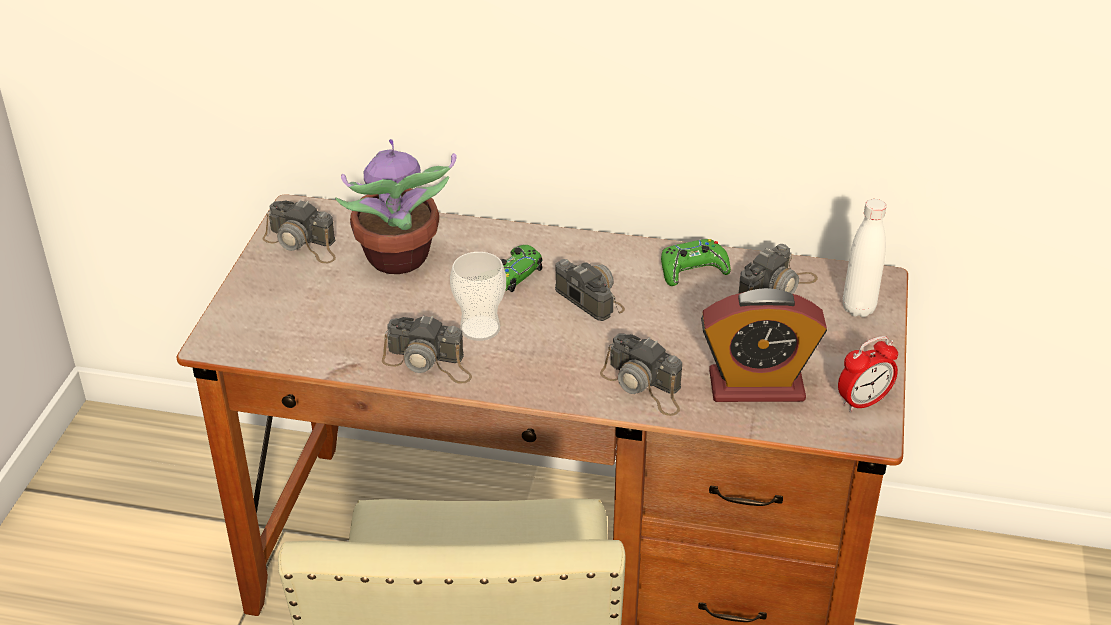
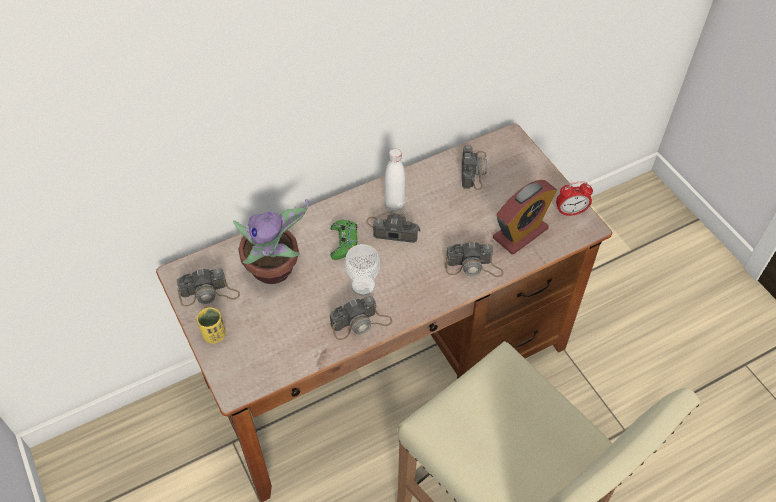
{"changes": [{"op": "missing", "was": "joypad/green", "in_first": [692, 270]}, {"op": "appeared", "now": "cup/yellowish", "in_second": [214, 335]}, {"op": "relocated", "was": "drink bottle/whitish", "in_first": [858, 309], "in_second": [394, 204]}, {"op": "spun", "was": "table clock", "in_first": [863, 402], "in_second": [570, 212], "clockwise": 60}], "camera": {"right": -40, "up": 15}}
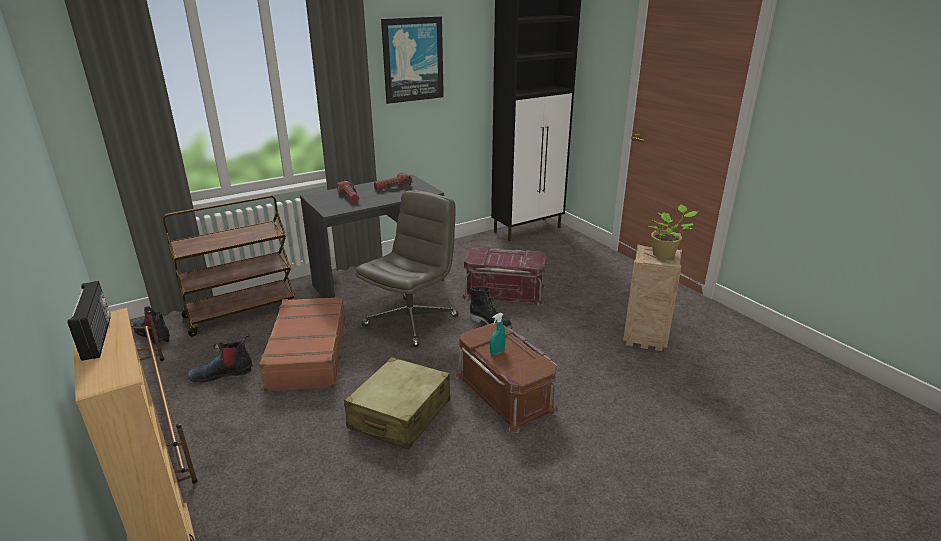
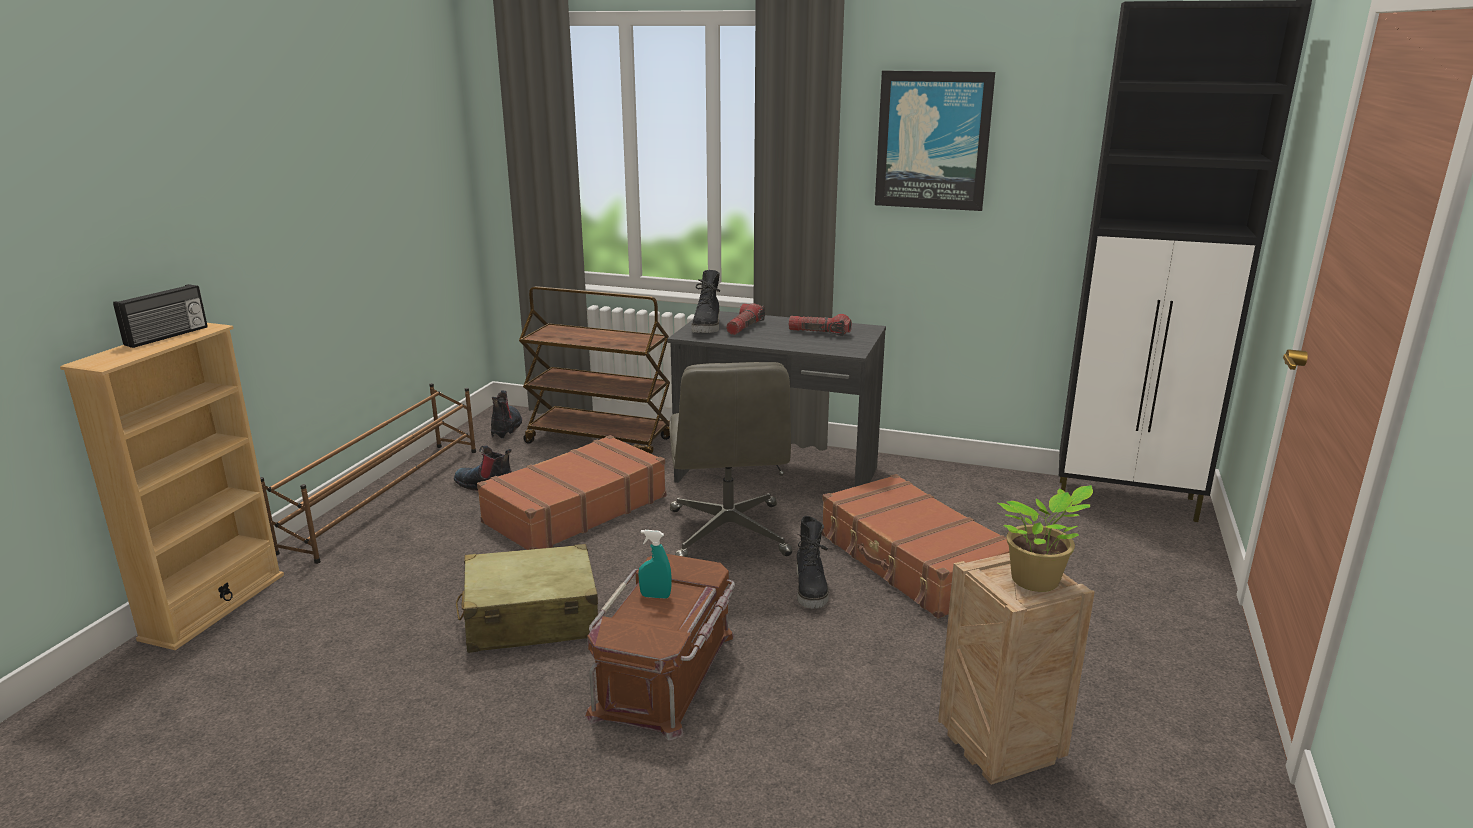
{"changes": [{"op": "appeared", "now": "tall boot/black-coloured", "in_second": [707, 327]}, {"op": "exchanged", "was": "storage container/reddish", "now": "travel case/brown-coloured", "in_first": [504, 291], "in_second": [912, 562]}, {"op": "spun", "was": "office chair/grey", "in_first": [411, 320], "in_second": [729, 533], "clockwise": 90}], "camera": {"right": 50, "up": -5}}
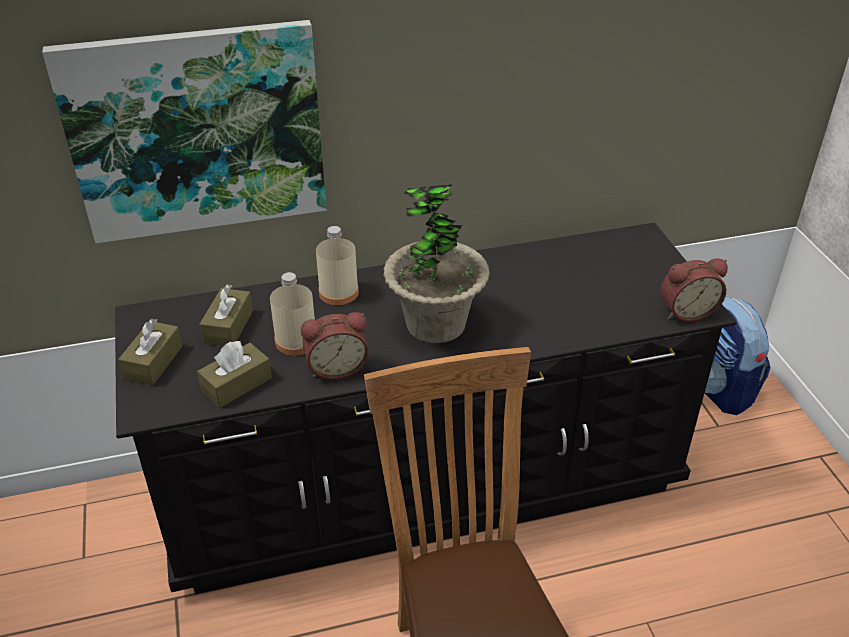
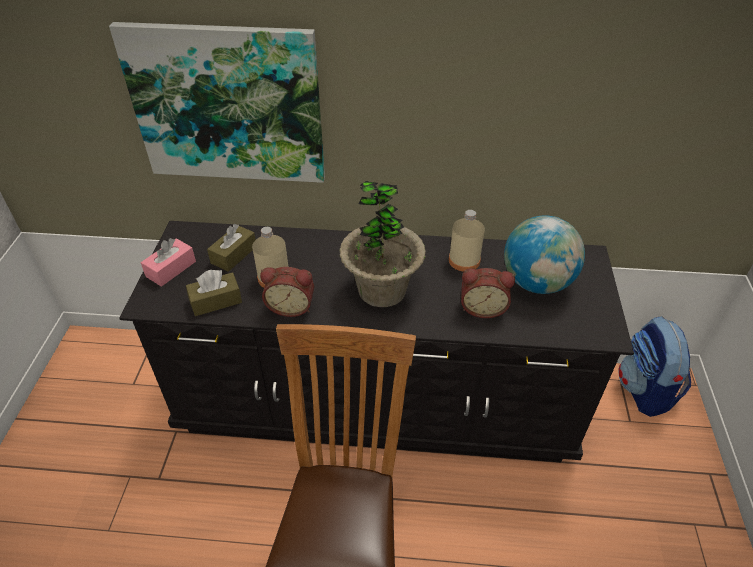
{"changes": [{"op": "appeared", "now": "world globe", "in_second": [536, 282]}, {"op": "relocated", "was": "drink bottle/beige-coloured", "in_first": [338, 292], "in_second": [464, 260]}, {"op": "relocated", "was": "table clock", "in_first": [686, 311], "in_second": [482, 307]}, {"op": "colour", "was": "tissue holder/brown-coloured", "now": "tissue holder/pink-coloured", "in_first": [153, 362], "in_second": [171, 269]}], "camera": {"right": 20, "up": 5}}
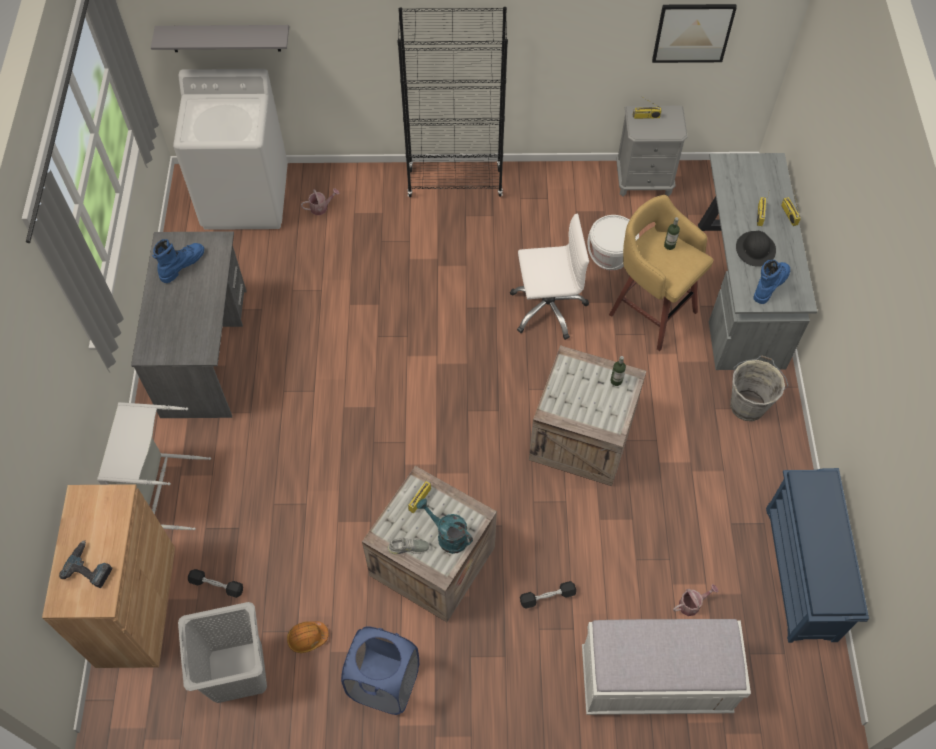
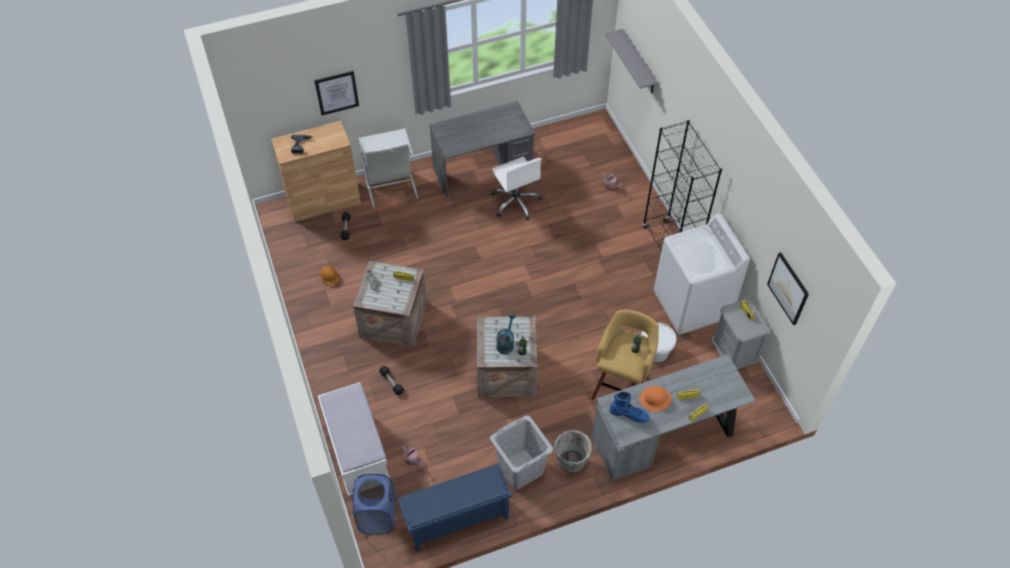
{"changes": [{"op": "missing", "was": "tall boot/blue", "in_first": [182, 264]}, {"op": "appeared", "now": "picture", "in_second": [337, 92]}, {"op": "relocated", "was": "washing machine/whitish", "in_first": [246, 198], "in_second": [692, 305]}, {"op": "relocated", "was": "washing basket/grey", "in_first": [236, 671], "in_second": [520, 468]}, {"op": "relocated", "was": "washing basket/blue", "in_first": [384, 684], "in_second": [377, 516]}, {"op": "relocated", "was": "watering can/turquoise", "in_first": [447, 536], "in_second": [506, 343]}, {"op": "relocated", "was": "office chair/whitish", "in_first": [547, 308], "in_second": [516, 202]}, {"op": "colour", "was": "hard hat/black-coloured", "now": "hard hat/orange-coloured", "in_first": [755, 249], "in_second": [655, 399]}], "camera": {"right": 70, "up": -5}}
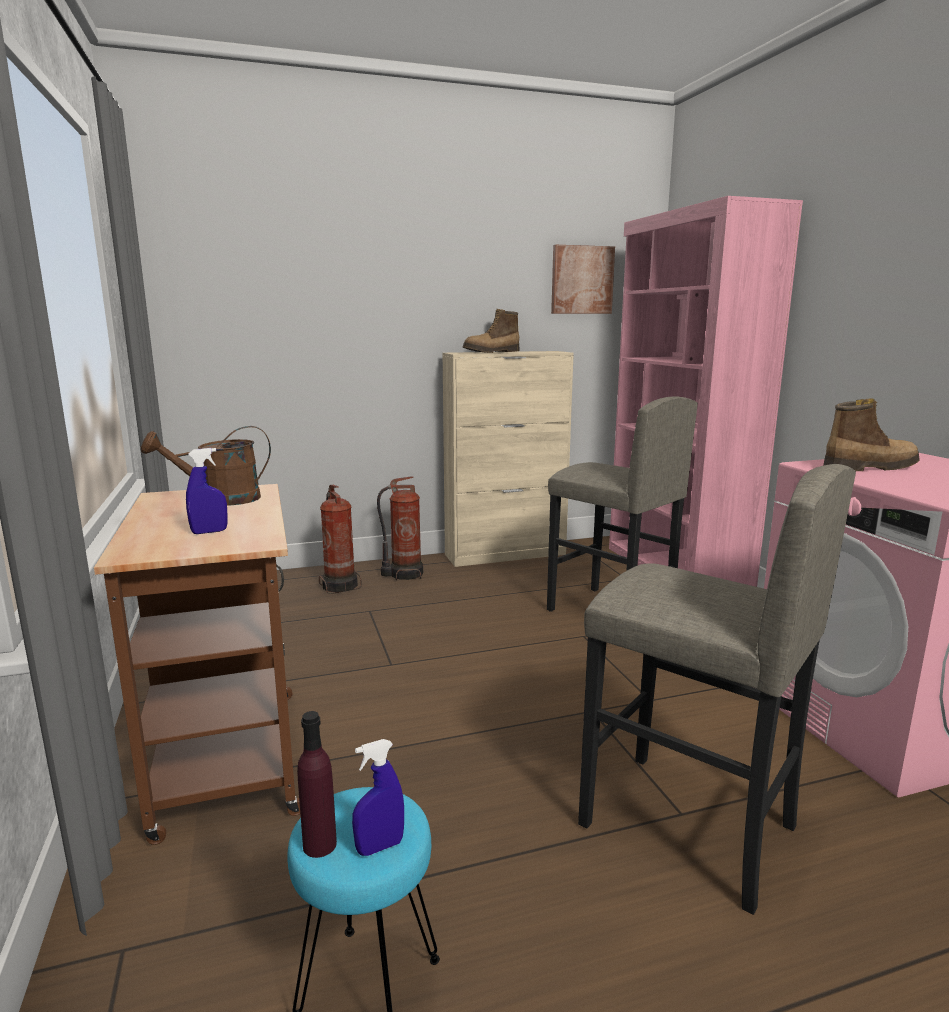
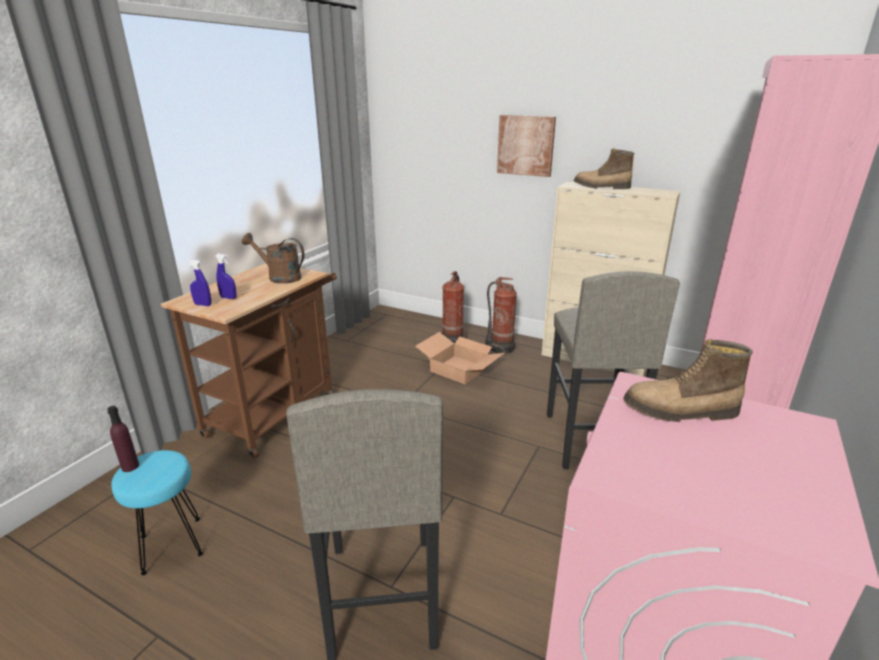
{"changes": [{"op": "appeared", "now": "cardboard box", "in_second": [460, 369]}, {"op": "relocated", "was": "hand sprayer/blue", "in_first": [380, 847], "in_second": [203, 305]}, {"op": "relocated", "was": "picture", "in_first": [581, 280], "in_second": [526, 145]}, {"op": "spun", "was": "tall boot", "in_first": [868, 468], "in_second": [680, 411], "clockwise": 150}], "camera": {"right": 45, "up": 10}}
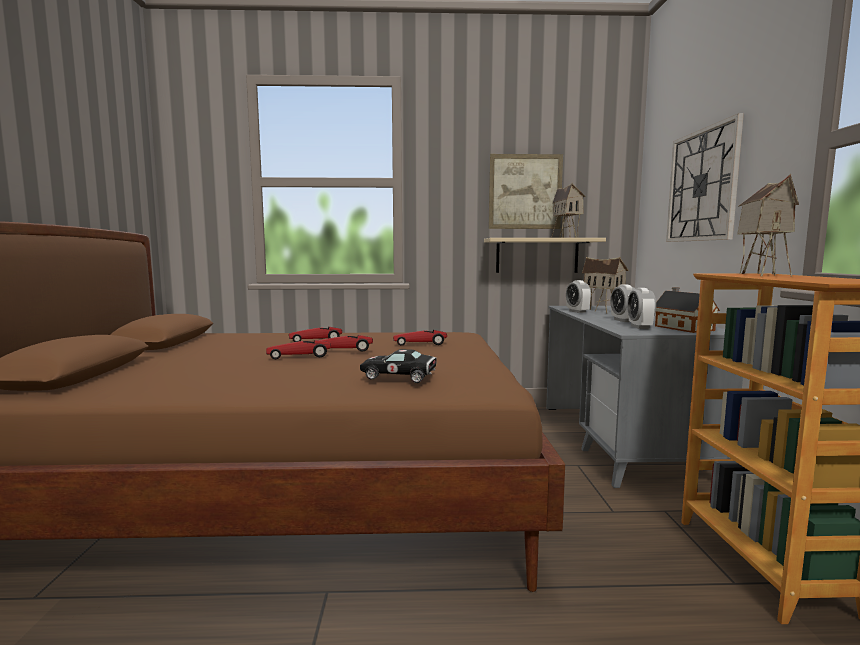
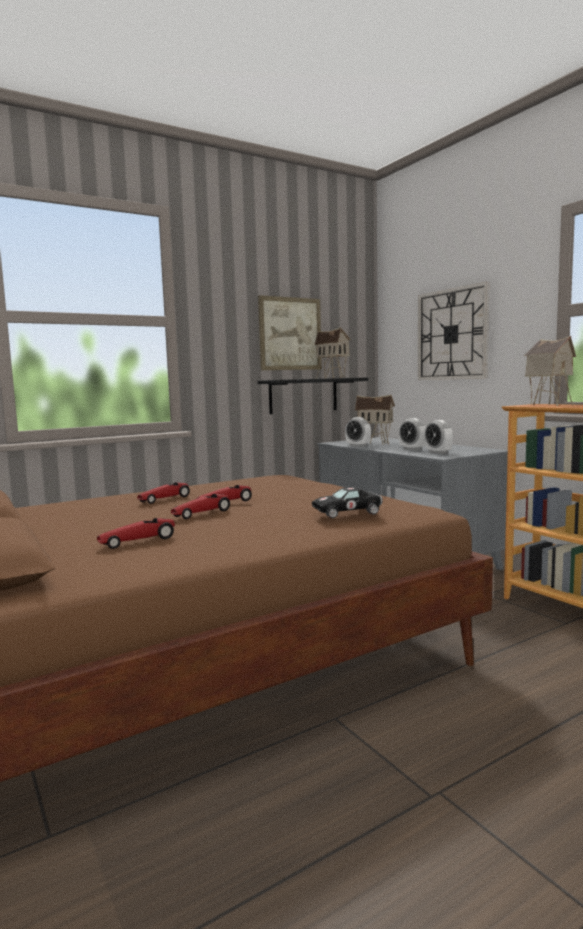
{"changes": [{"op": "missing", "was": "miniature house", "in_first": [682, 328]}, {"op": "relocated", "was": "toy car", "in_first": [420, 344], "in_second": [138, 541]}, {"op": "colour", "was": "bracket shelf/beige-coloured", "now": "bracket shelf/black-coloured", "in_first": [537, 255], "in_second": [303, 395]}], "camera": {"right": -30, "up": 0}}
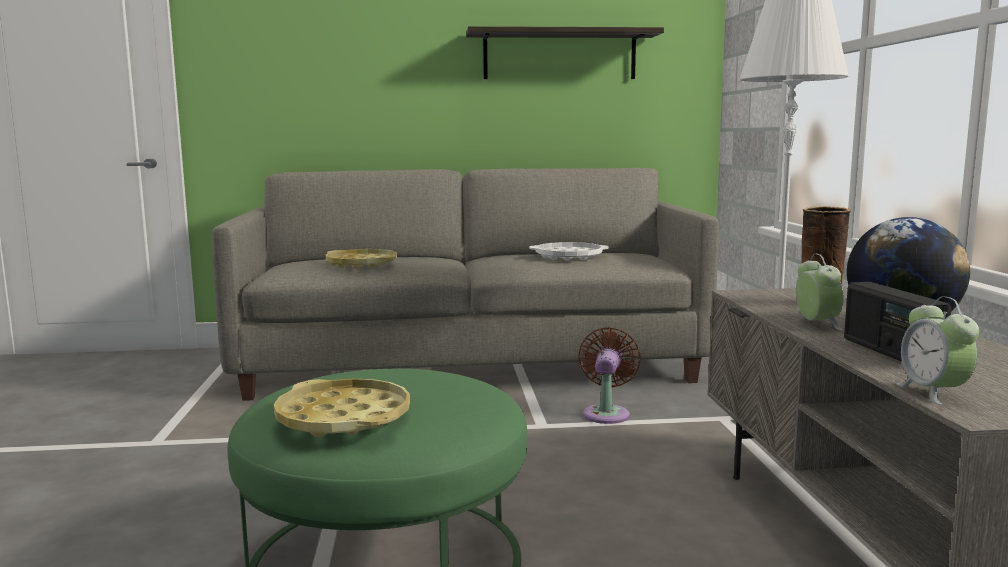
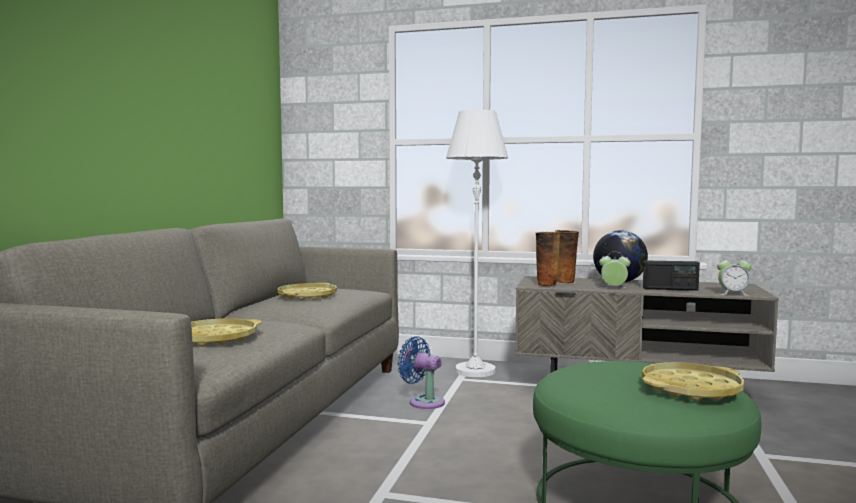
{"changes": [{"op": "missing", "was": "bracket shelf", "in_first": [559, 55]}, {"op": "appeared", "now": "decorative vase", "in_second": [546, 285]}, {"op": "colour", "was": "serving tray/whitish", "now": "serving tray/yellowish", "in_first": [569, 257], "in_second": [307, 296]}, {"op": "colour", "was": "cooling fan/brown-coloured", "now": "cooling fan/blue", "in_first": [607, 413], "in_second": [423, 402]}], "camera": {"right": -70, "up": -5}}
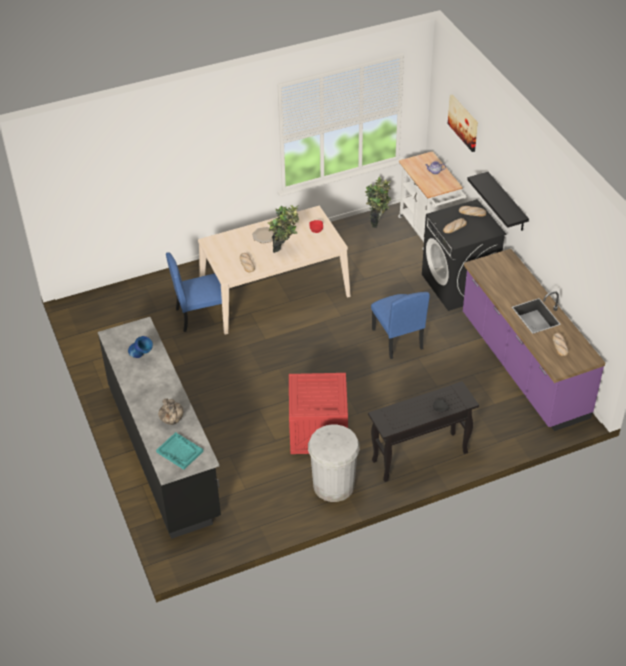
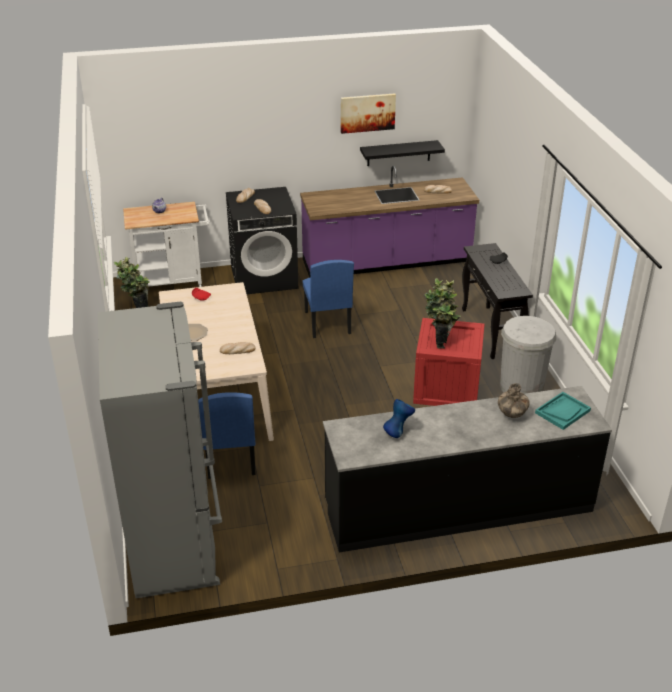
{"changes": [{"op": "appeared", "now": "kitchen fridge/grey", "in_second": [176, 543]}, {"op": "relocated", "was": "plant in a pot", "in_first": [285, 249], "in_second": [440, 340]}, {"op": "relocated", "was": "picture", "in_first": [463, 122], "in_second": [367, 113]}, {"op": "relocated", "was": "bracket shelf/black-coloured", "in_first": [507, 202], "in_second": [398, 153]}, {"op": "spun", "was": "chair/blue", "in_first": [397, 339], "in_second": [327, 322], "clockwise": 90}], "camera": {"right": -80, "up": -10}}
